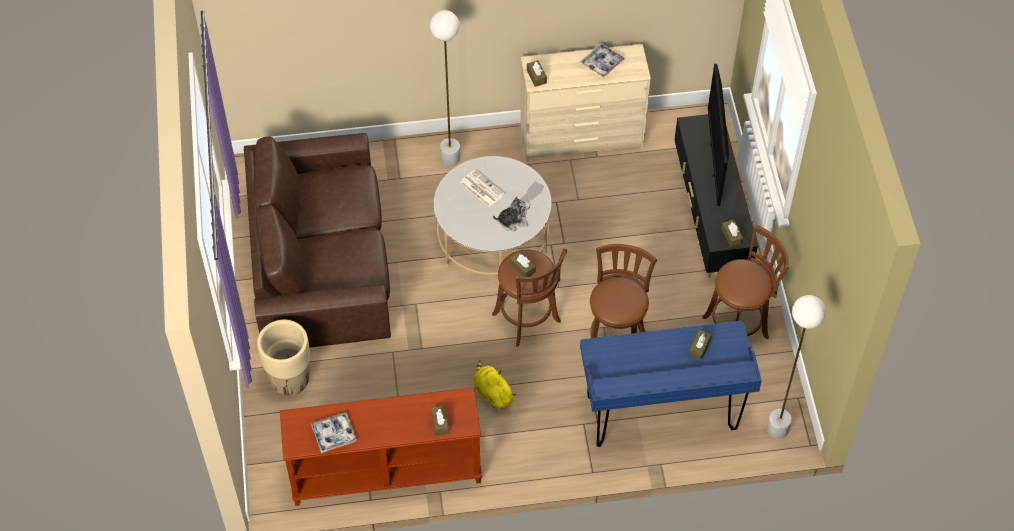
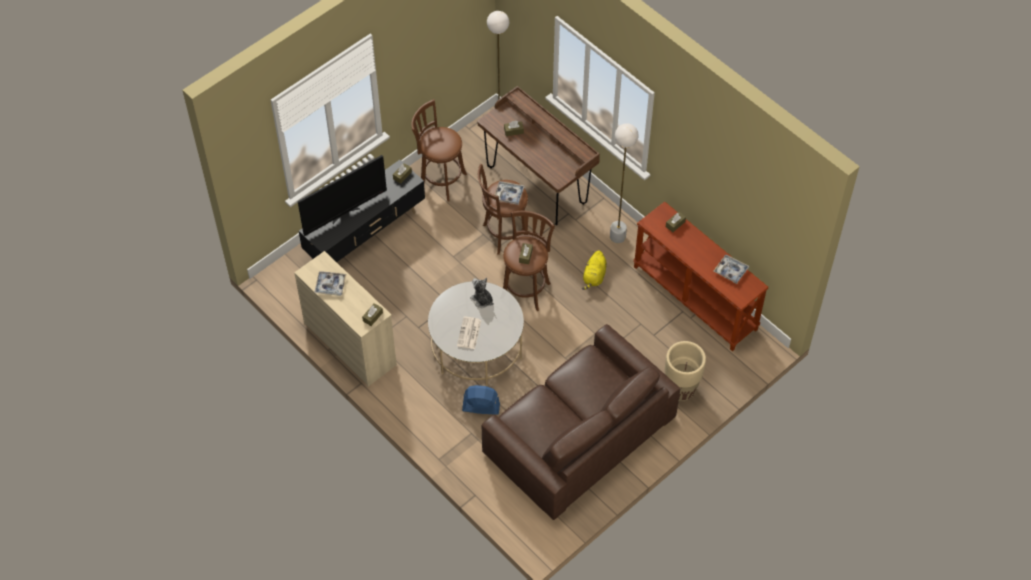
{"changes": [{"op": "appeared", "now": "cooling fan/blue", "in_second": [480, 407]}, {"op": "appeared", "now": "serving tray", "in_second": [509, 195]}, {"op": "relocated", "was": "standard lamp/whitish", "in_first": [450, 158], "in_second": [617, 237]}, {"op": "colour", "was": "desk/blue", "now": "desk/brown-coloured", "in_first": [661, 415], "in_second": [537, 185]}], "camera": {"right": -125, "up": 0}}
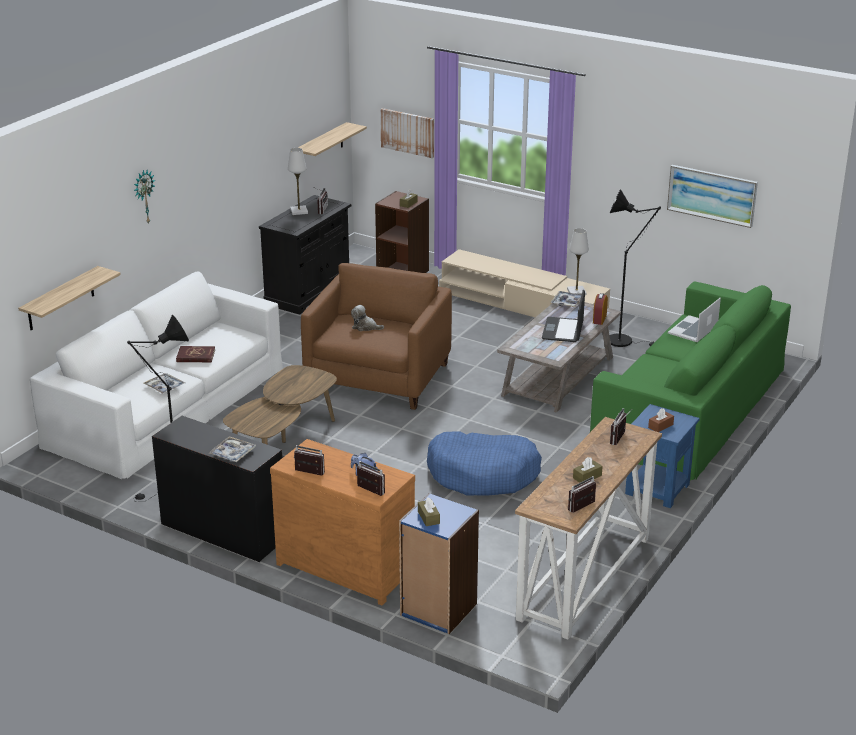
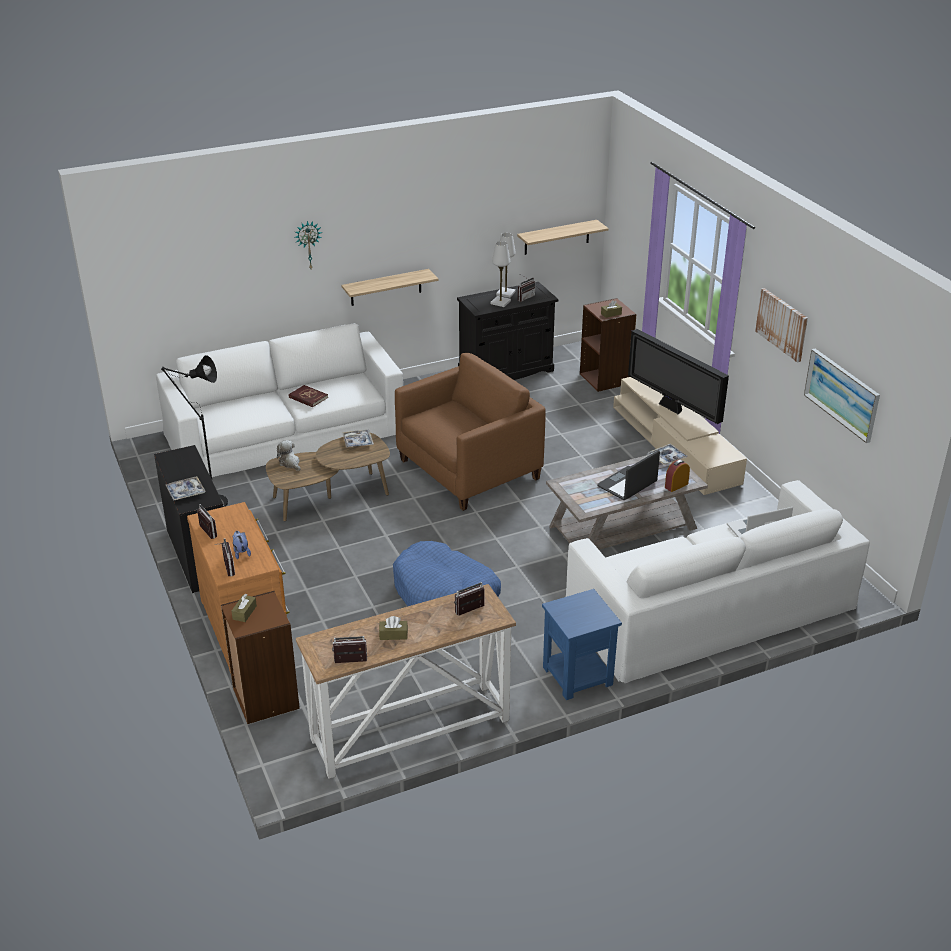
{"changes": [{"op": "missing", "was": "standard lamp/black-coloured", "in_first": [624, 341]}, {"op": "missing", "was": "tissue holder/brown-coloured", "in_first": [660, 426]}, {"op": "appeared", "now": "TV", "in_second": [672, 408]}, {"op": "relocated", "was": "bracket shelf", "in_first": [60, 299], "in_second": [386, 287]}, {"op": "relocated", "was": "serving tray", "in_first": [164, 387], "in_second": [358, 442]}, {"op": "relocated", "was": "soft toy", "in_first": [365, 327], "in_second": [290, 463]}, {"op": "relocated", "was": "picture", "in_first": [407, 132], "in_second": [782, 324]}, {"op": "relocated", "was": "table lamp/whitish", "in_first": [576, 292], "in_second": [500, 302]}, {"op": "colour", "was": "bookcase/blue", "now": "bookcase/brown-coloured", "in_first": [438, 610], "in_second": [265, 698]}, {"op": "colour", "was": "sofa/green", "now": "sofa/whitish", "in_first": [690, 407], "in_second": [710, 608]}], "camera": {"right": 35, "up": 5}}
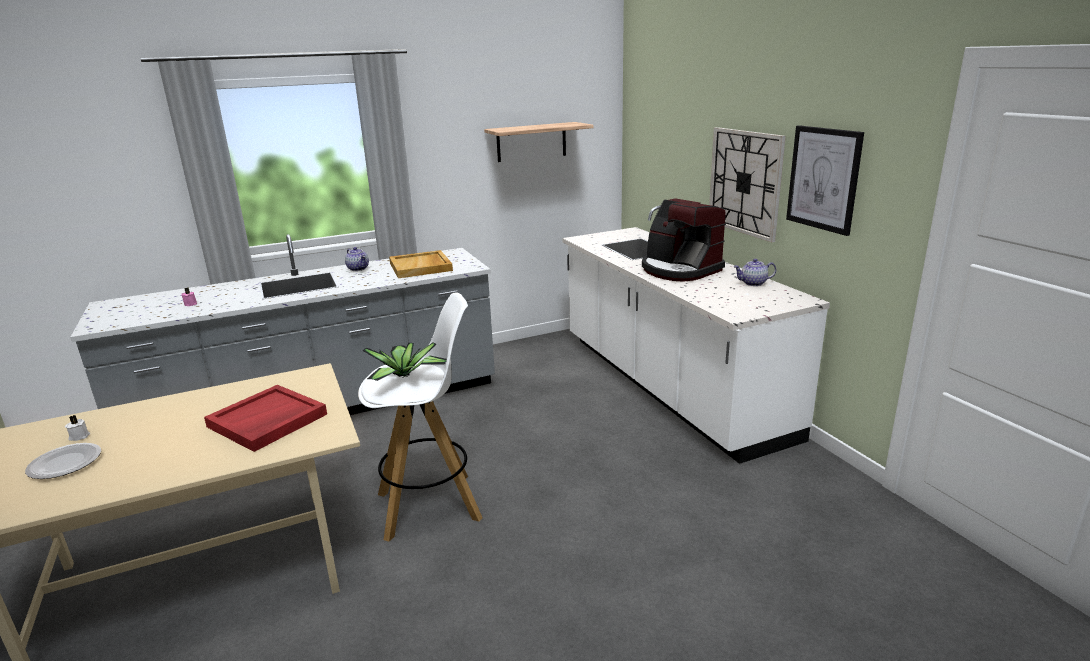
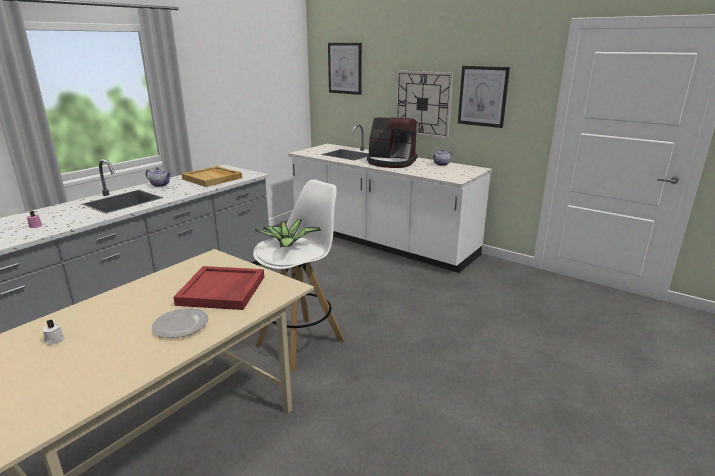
{"changes": [{"op": "missing", "was": "bracket shelf", "in_first": [531, 142]}, {"op": "appeared", "now": "picture", "in_second": [345, 68]}, {"op": "relocated", "was": "dinner plate", "in_first": [64, 464], "in_second": [181, 325]}], "camera": {"right": -30, "up": 0}}
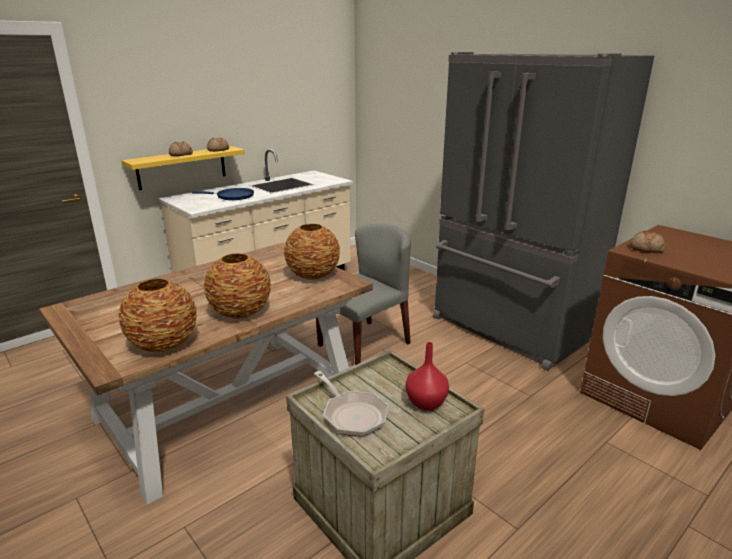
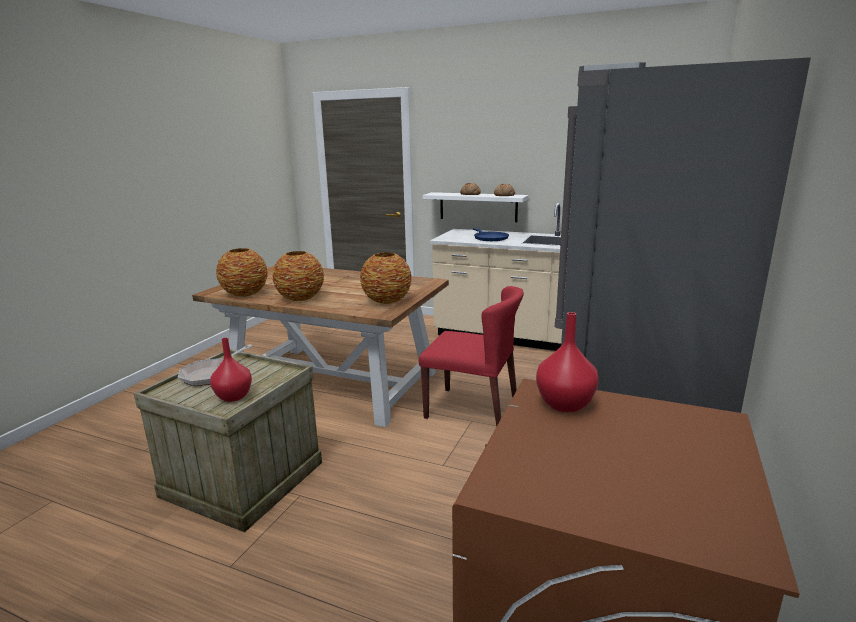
{"changes": [{"op": "exchanged", "was": "baked bread", "now": "decorative vase/reddish", "in_first": [646, 249], "in_second": [563, 404]}, {"op": "colour", "was": "bracket shelf/yellowish", "now": "bracket shelf/whitish", "in_first": [182, 167], "in_second": [478, 207]}, {"op": "colour", "was": "chair/grey", "now": "chair/reddish", "in_first": [364, 344], "in_second": [472, 409]}], "camera": {"right": 65, "up": -5}}
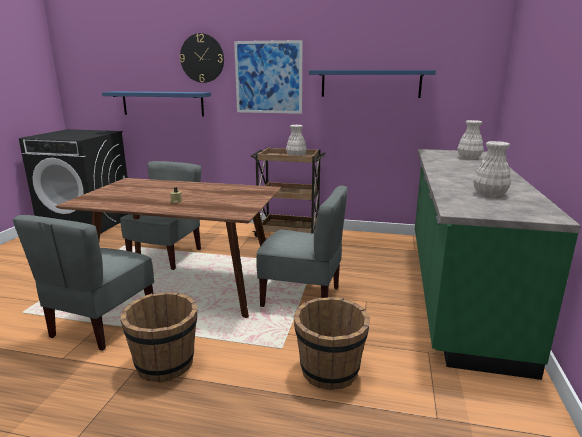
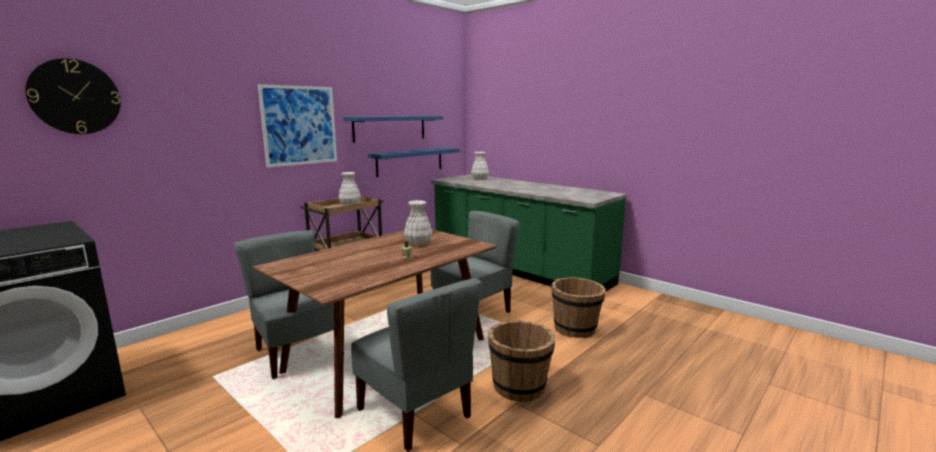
{"changes": [{"op": "relocated", "was": "bracket shelf/blue", "in_first": [162, 103], "in_second": [410, 161]}, {"op": "relocated", "was": "clock on the wall", "in_first": [202, 58], "in_second": [75, 97]}, {"op": "relocated", "was": "decorative vase/whitish", "in_first": [489, 194], "in_second": [418, 243]}], "camera": {"right": -60, "up": -5}}
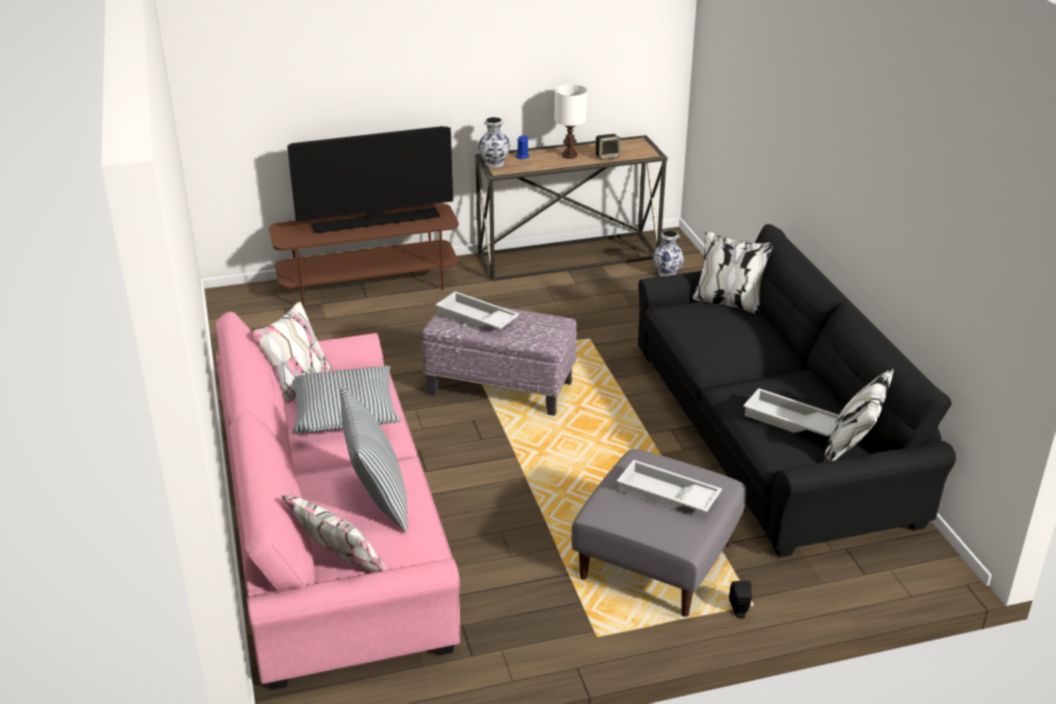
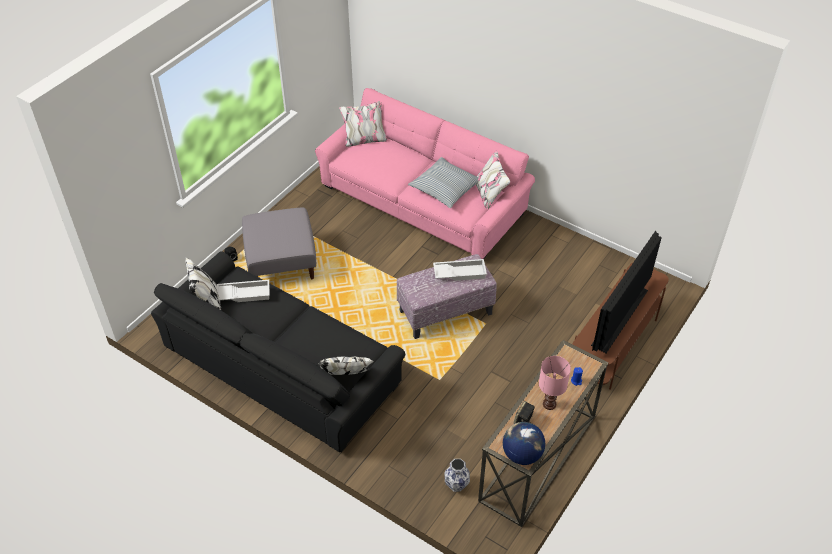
{"changes": [{"op": "missing", "was": "pillow", "in_first": [377, 500]}, {"op": "missing", "was": "decorative vase", "in_first": [494, 163]}, {"op": "missing", "was": "serving tray/whitish", "in_first": [666, 495]}, {"op": "appeared", "now": "world globe", "in_second": [522, 454]}, {"op": "colour", "was": "table lamp/whitish", "now": "table lamp/pink-coloured", "in_first": [570, 155], "in_second": [549, 404]}], "camera": {"right": 140, "up": 15}}
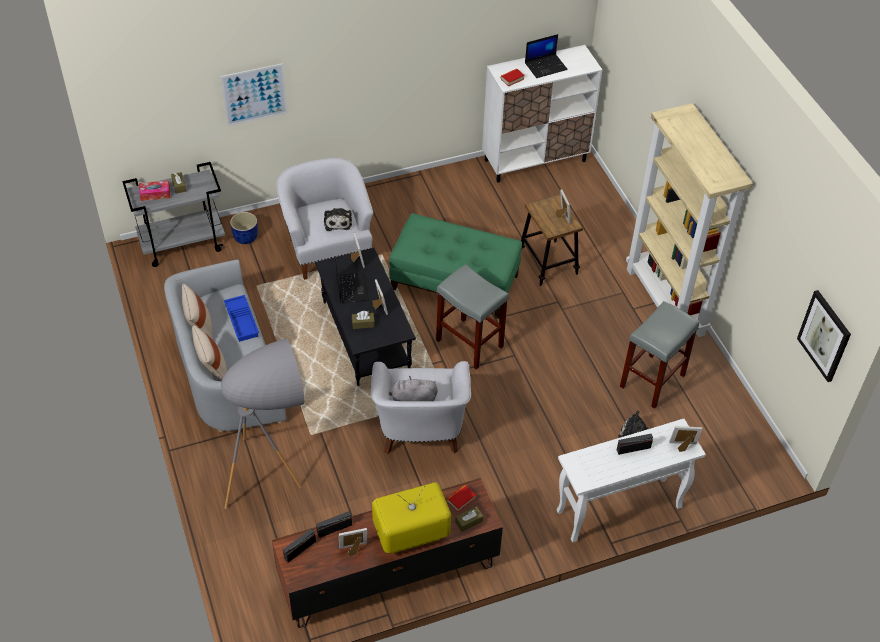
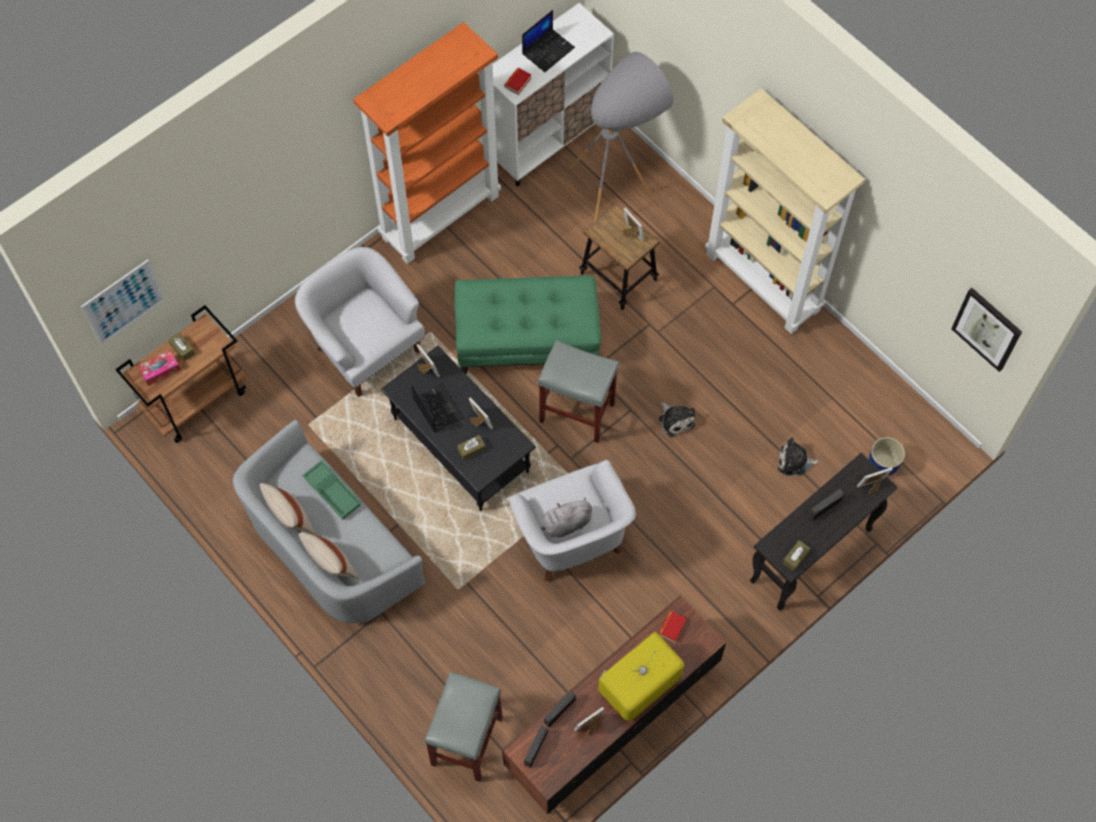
{"changes": [{"op": "appeared", "now": "bookcase/orange-coloured", "in_second": [440, 215]}, {"op": "relocated", "was": "picture", "in_first": [254, 94], "in_second": [123, 302]}, {"op": "relocated", "was": "standard lamp/grey", "in_first": [273, 474], "in_second": [617, 190]}, {"op": "relocated", "was": "plant pot/blue", "in_first": [245, 237], "in_second": [883, 464]}, {"op": "relocated", "was": "soft toy", "in_first": [338, 222], "in_second": [675, 420]}, {"op": "relocated", "was": "tissue holder/brown-coloured", "in_first": [469, 522], "in_second": [795, 557]}, {"op": "relocated", "was": "stool/grey", "in_first": [652, 381], "in_second": [467, 742]}, {"op": "colour", "was": "wheeled cart/grey", "now": "wheeled cart/brown-coloured", "in_first": [183, 244], "in_second": [196, 399]}, {"op": "colour", "was": "serving tray/blue", "now": "serving tray/green", "in_first": [242, 321], "in_second": [333, 491]}, {"op": "colour", "was": "narrow table/whitish", "now": "narrow table/black-coloured", "in_first": [618, 510], "in_second": [810, 556]}], "camera": {"right": -20, "up": 15}}
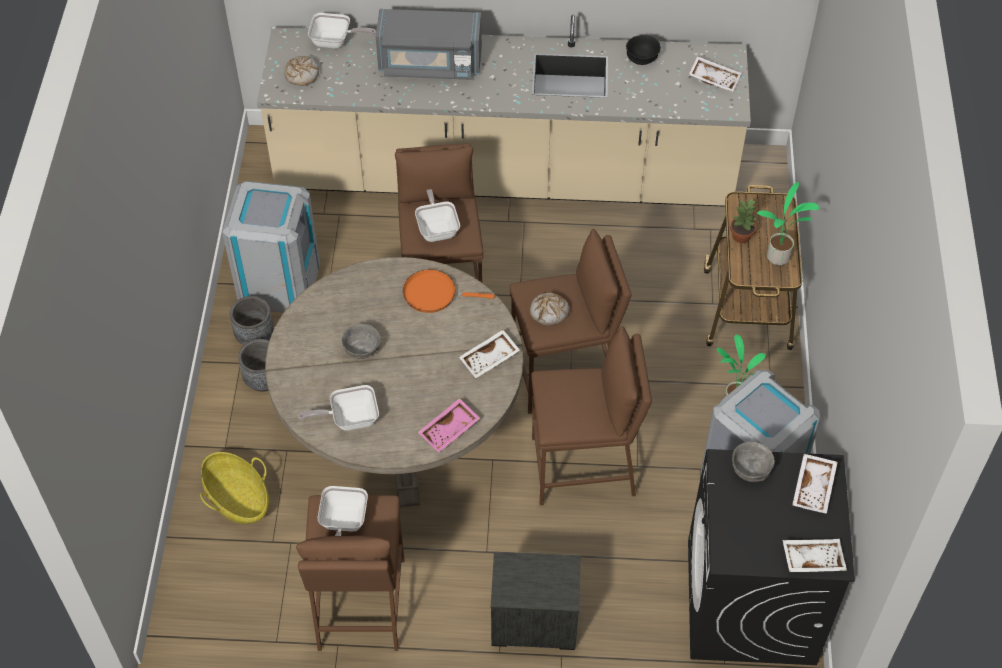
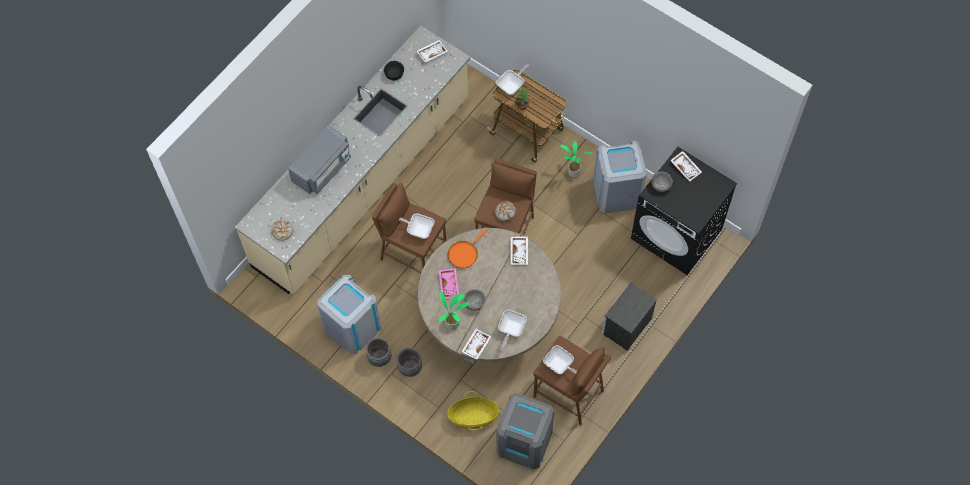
{"changes": [{"op": "missing", "was": "stool/brown-coloured", "in_first": [583, 468]}, {"op": "appeared", "now": "rubbish bin/grey", "in_second": [524, 442]}, {"op": "relocated", "was": "skillet", "in_first": [335, 42], "in_second": [512, 86]}, {"op": "relocated", "was": "serving tray/pink-coloured", "in_first": [450, 430], "in_second": [449, 285]}, {"op": "relocated", "was": "plant in a pot", "in_first": [779, 258], "in_second": [453, 324]}, {"op": "relocated", "was": "serving tray/whitish", "in_first": [812, 558], "in_second": [475, 345]}], "camera": {"right": -55, "up": 10}}
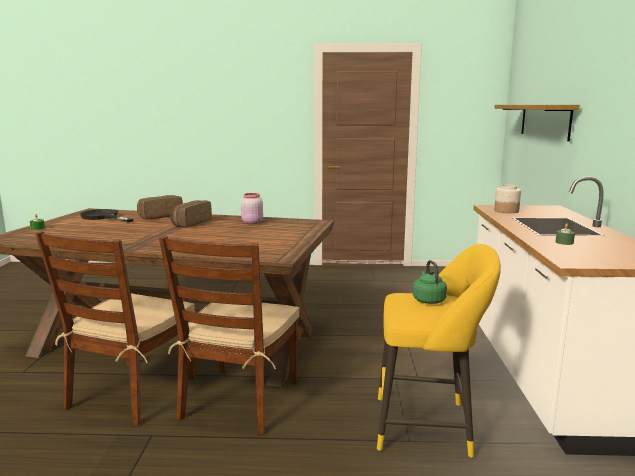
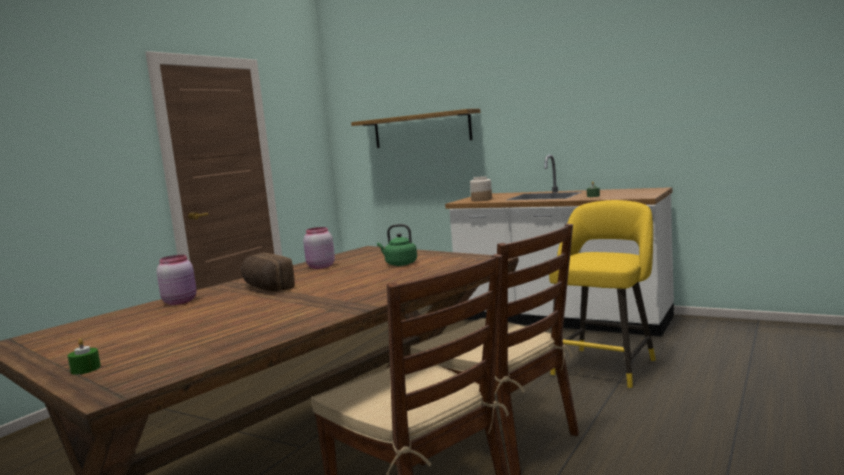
{"changes": [{"op": "missing", "was": "skillet/black-coloured", "in_first": [103, 217]}, {"op": "relocated", "was": "kettle/green", "in_first": [428, 300], "in_second": [399, 264]}, {"op": "exchanged", "was": "baked bread", "now": "jar/pink-coloured", "in_first": [160, 216], "in_second": [181, 301]}], "camera": {"right": -60, "up": -5}}
